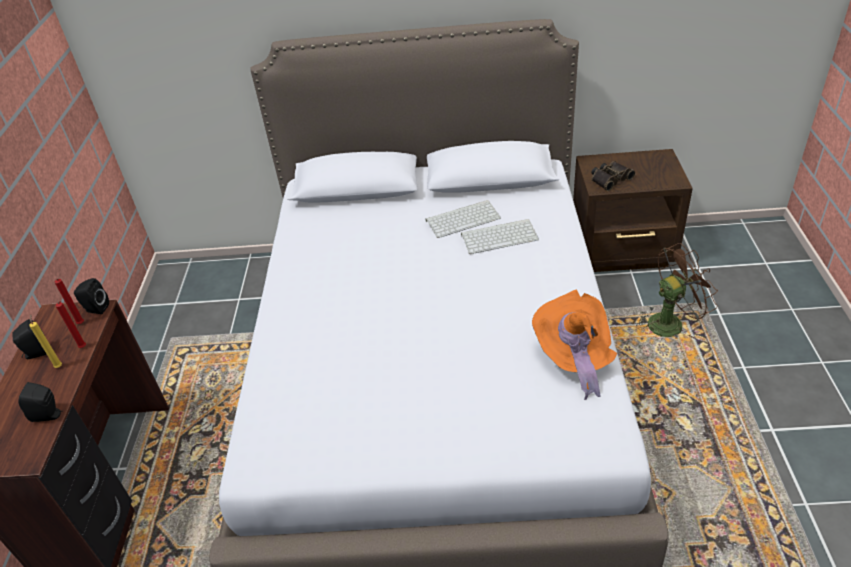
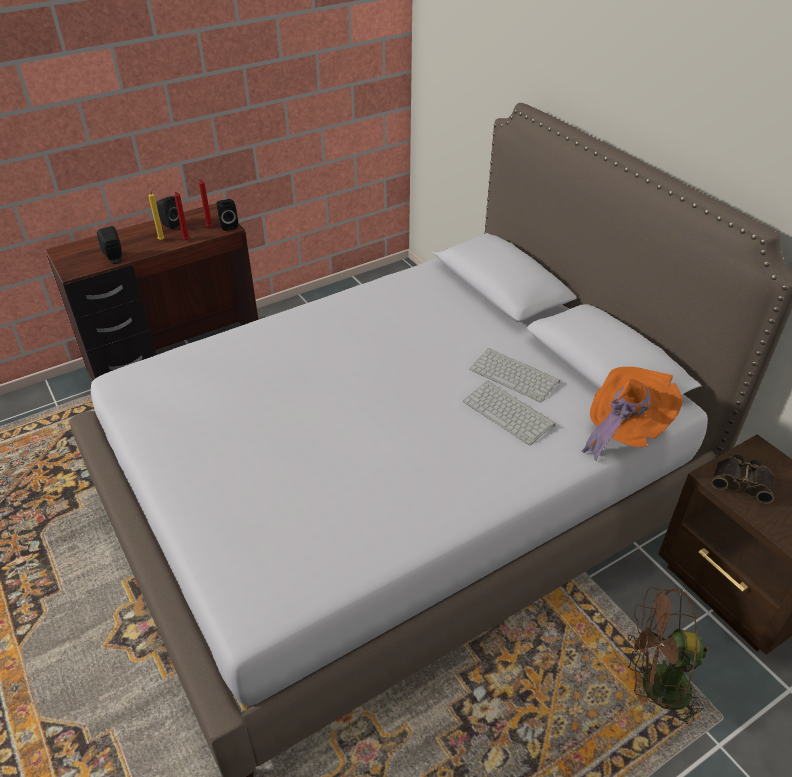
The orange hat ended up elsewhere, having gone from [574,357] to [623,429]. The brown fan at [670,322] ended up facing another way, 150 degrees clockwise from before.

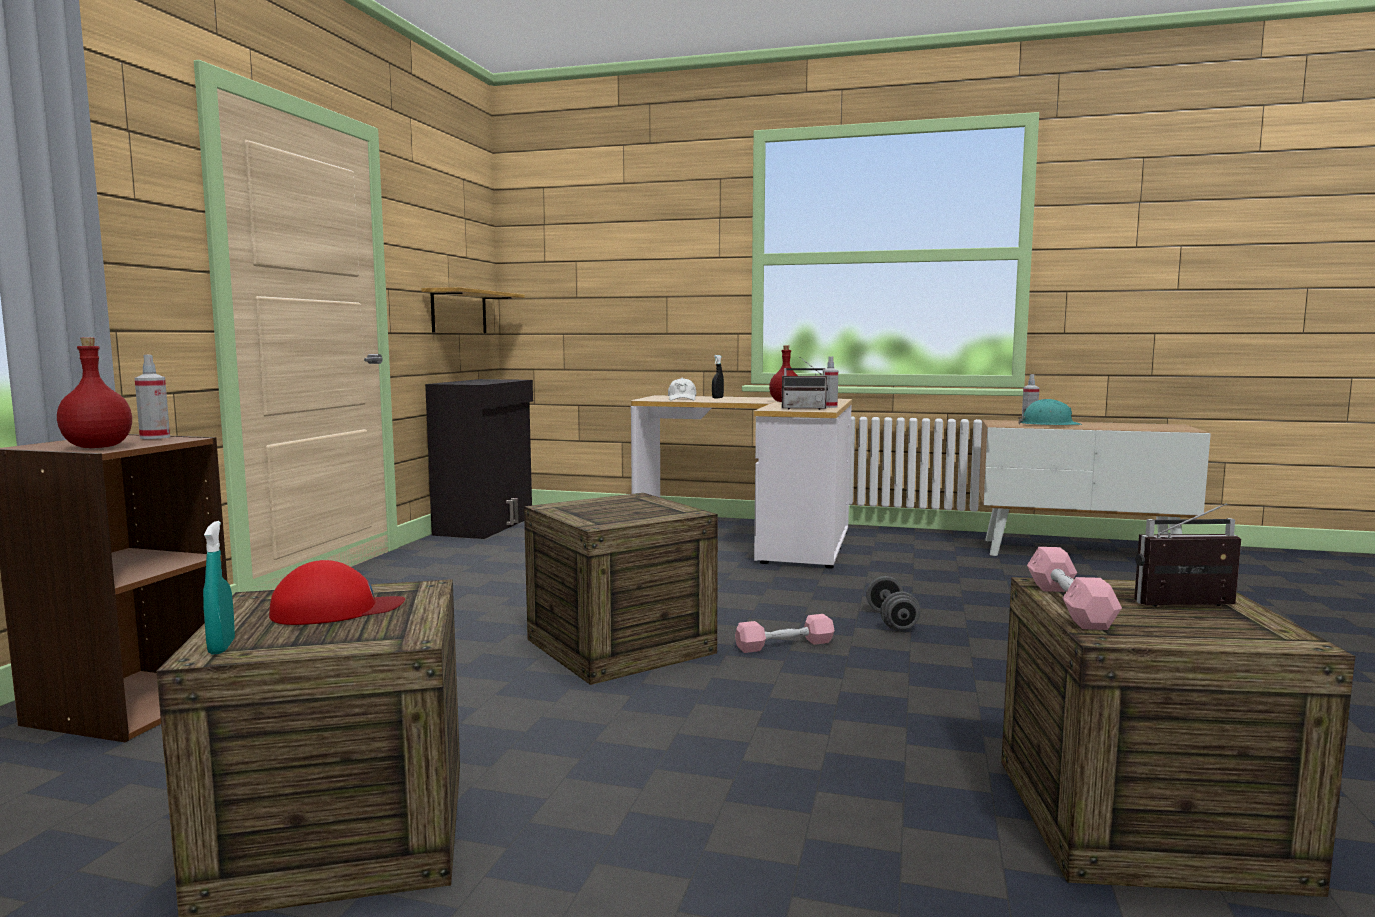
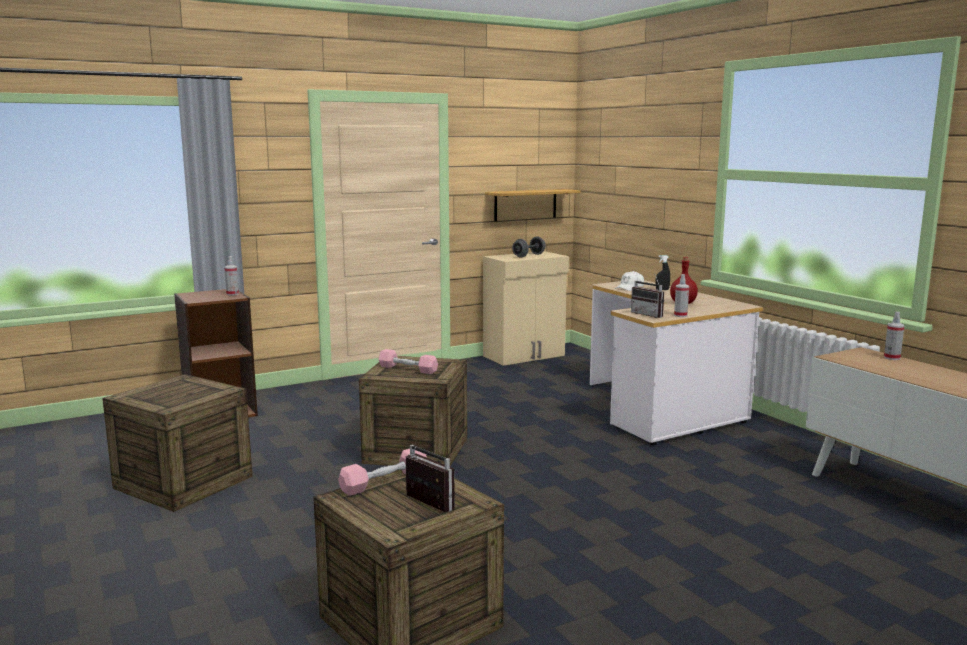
The second view lost the red bottle at [97,447]. The second view lost the turquoise spray bottle at [221,647]. The second view lost the red cap at [336,610]. What was the black cabinet at [486,525] turned into the beige cabinet at [525,356]. The pink dumbbell ended up elsewhere, having gone from [784,645] to [407,369]. The grey dumbbell ended up elsewhere, having gone from [891,620] to [529,255]. The second view lost the turquoise hard hat at [1049,425].

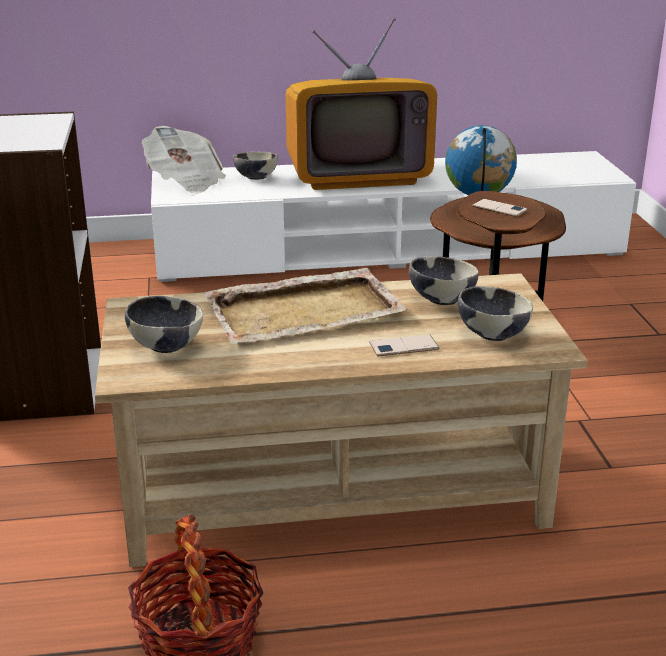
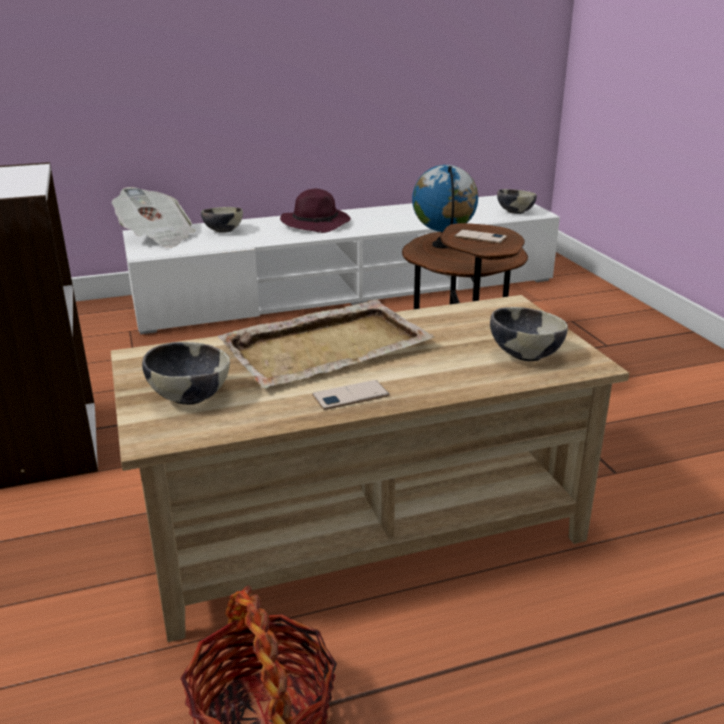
Where the television stood at [357,175], the purple hat came to stand at [316,223]. The phone ended up elsewhere, having gone from [404,346] to [350,395]. The bowl ended up elsewhere, having gone from [441,300] to [514,212].

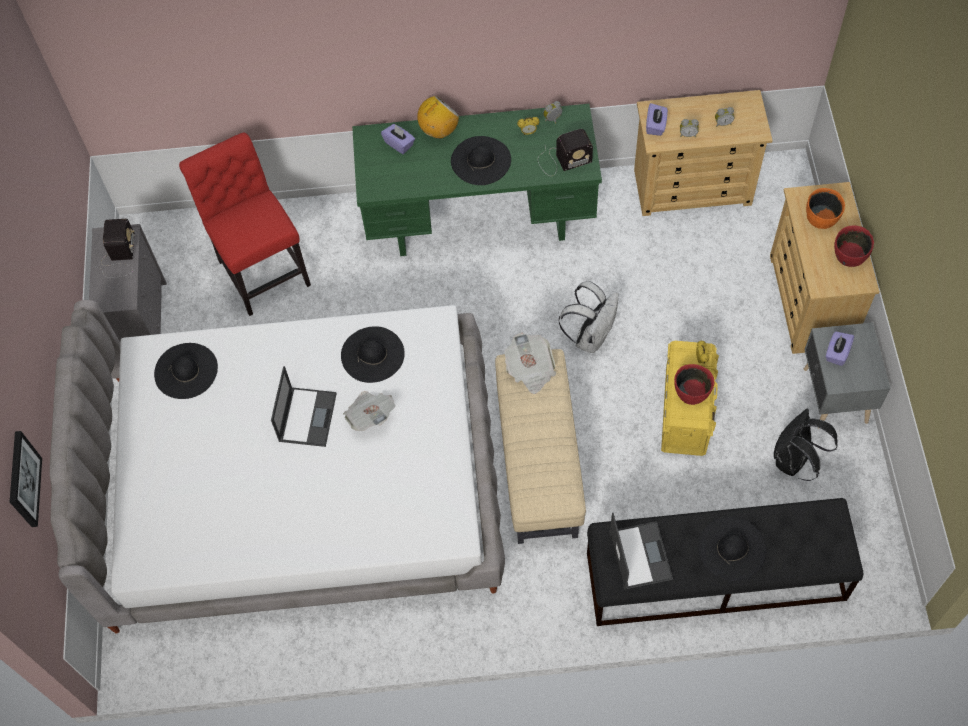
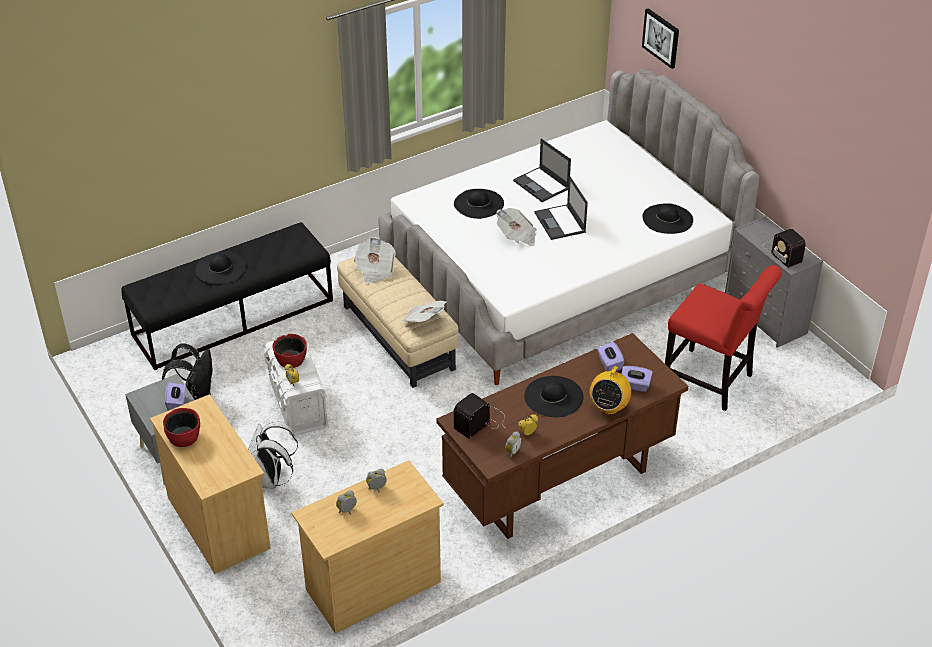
The black hat ended up elsewhere, having gone from [372,354] to [478,203]. What was the green desk at [480,219] turned into the brown desk at [558,484]. The white backpack ended up elsewhere, having gone from [591,336] to [271,479]. The laptop ended up elsewhere, having gone from [639,555] to [542,185]. The purple tissue box ended up elsewhere, having gone from [656,126] to [609,364]. What was the yellow storage box at [685,411] turned into the white storage box at [298,404]. The second view lost the orange bowl at [822,217]. The second view gained the newspaper at [375,270].

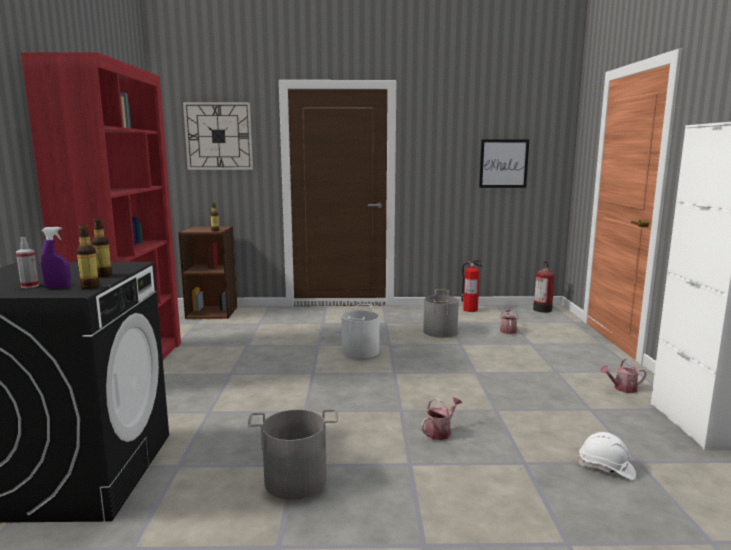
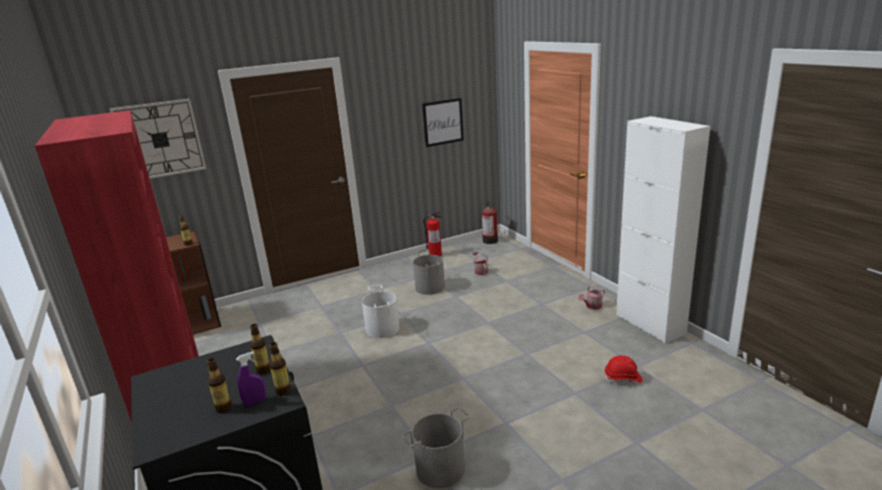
Where the spray bottle stood at [30,286], the bottle came to stand at [224,408]. The second view lost the watering can at [440,432]. What was the white hard hat at [606,468] turned into the red hard hat at [623,378].

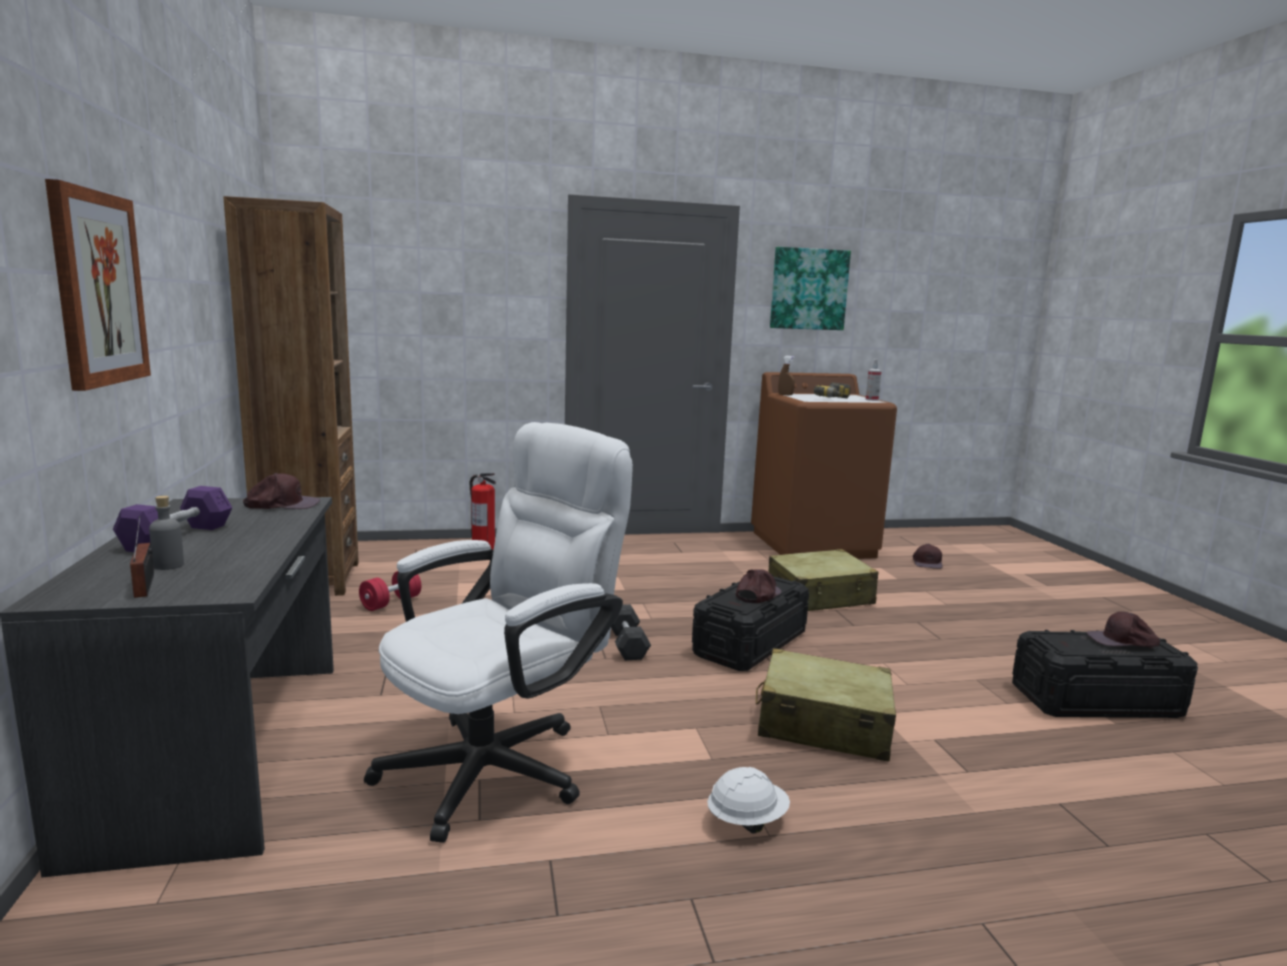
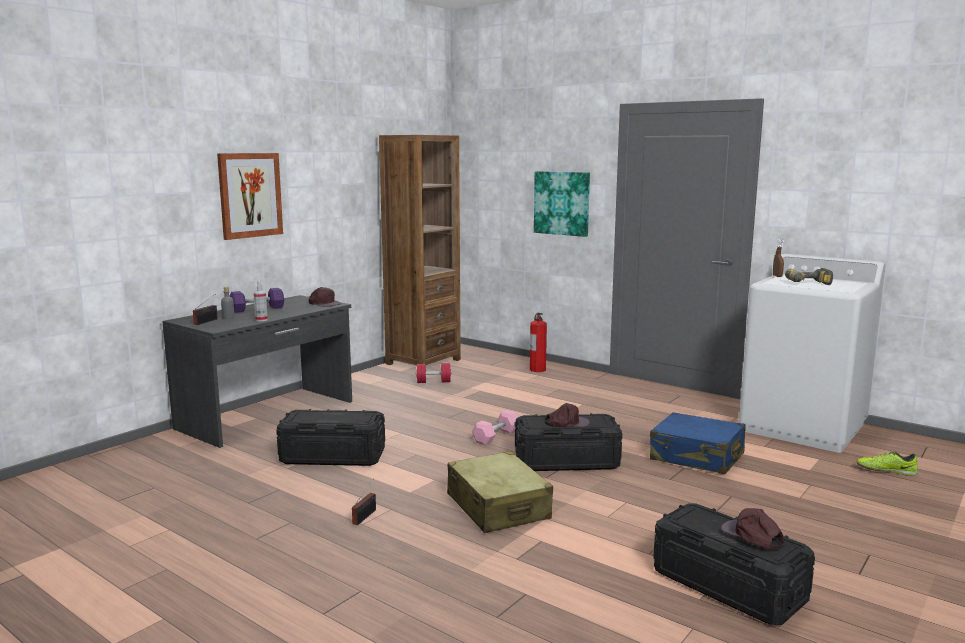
Where the white office chair stood at [502,763], the black storage box came to stand at [333,456]. What was the grey dumbbell at [627,644] turned into the pink dumbbell at [496,436]. Where the white hard hat stood at [746,821], the radio came to stand at [366,516]. What was the brown washing machine at [813,544] turned into the white washing machine at [803,427]. What was the beige suitcase at [820,596] turned into the blue suitcase at [697,457]. The picture ended up elsewhere, having gone from [808,289] to [562,203]. The spray bottle ended up elsewhere, having gone from [871,400] to [261,320]. Where the brown cap stood at [927,562], the shoe came to stand at [885,471].

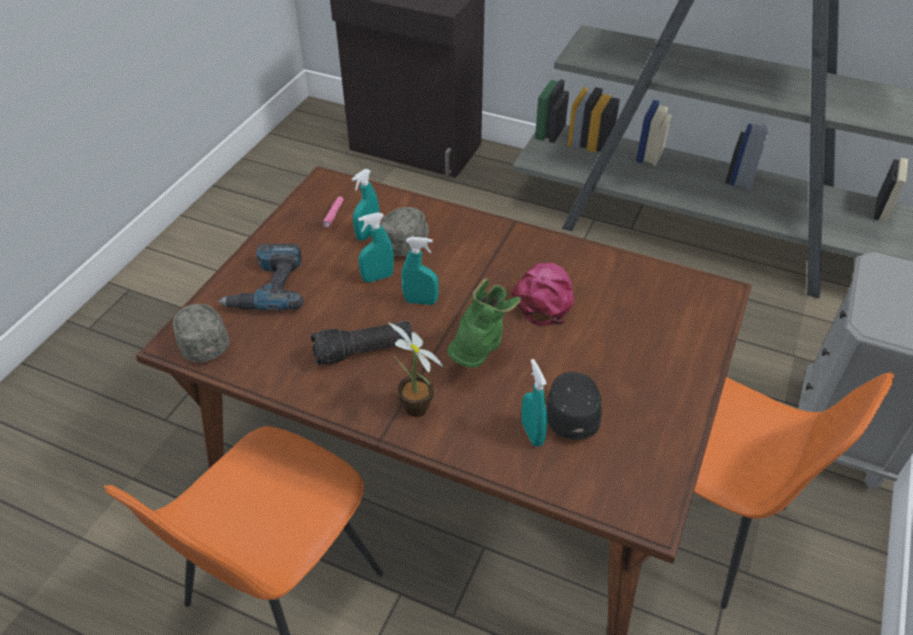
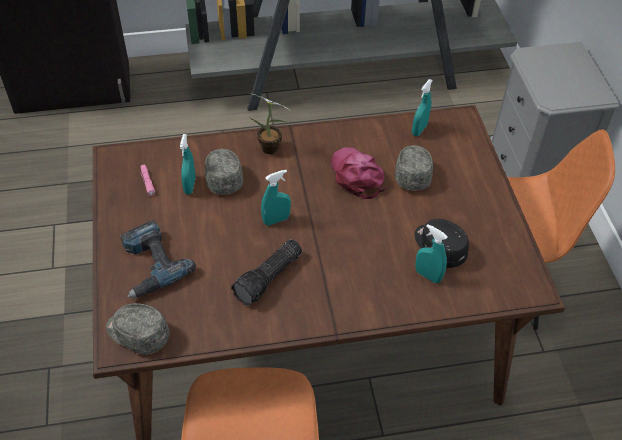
The turquoise spray bottle ended up elsewhere, having gone from [377,277] to [419,130]. The potted plant ended up elsewhere, having gone from [417,411] to [272,150]. The second view lost the green boot at [479,351]. The second view gained the grey cap at [412,173].

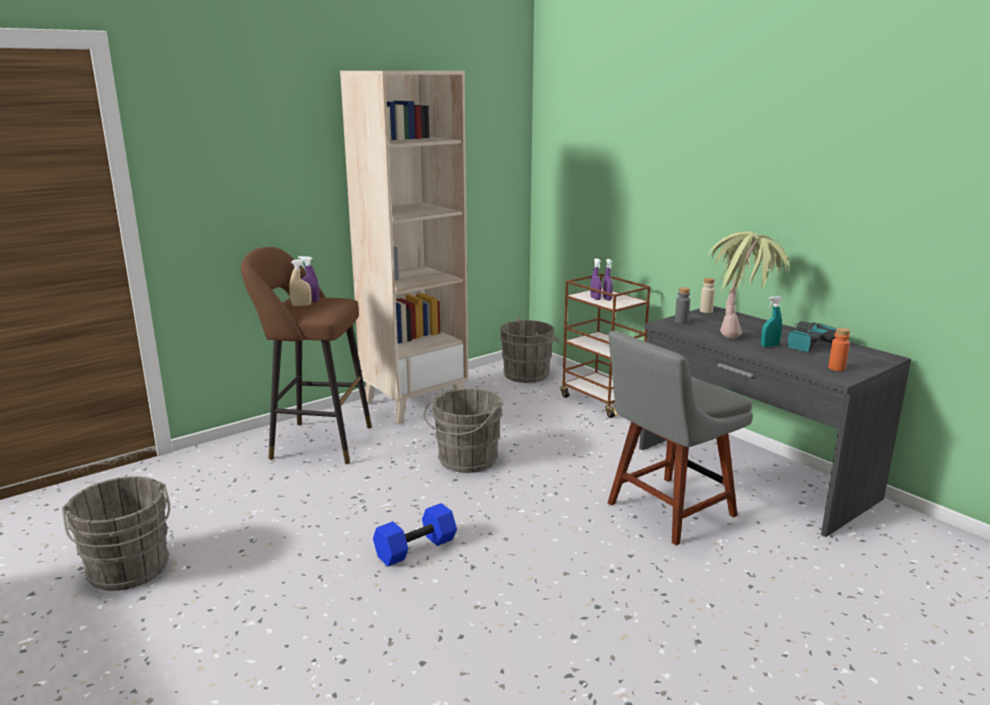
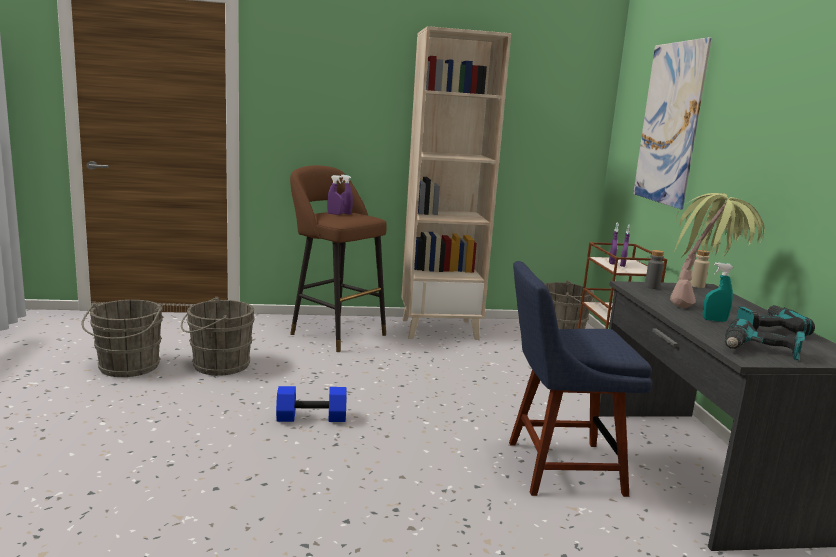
What was the beige spray bottle at [301,305] turned into the purple spray bottle at [334,214]. The grey bucket ended up elsewhere, having gone from [465,461] to [217,365]. What was the grey chair at [666,511] turned into the blue chair at [558,467]. Where the orange bottle stood at [836,368], the power drill came to stand at [760,351]. The second view gained the picture at [669,123].

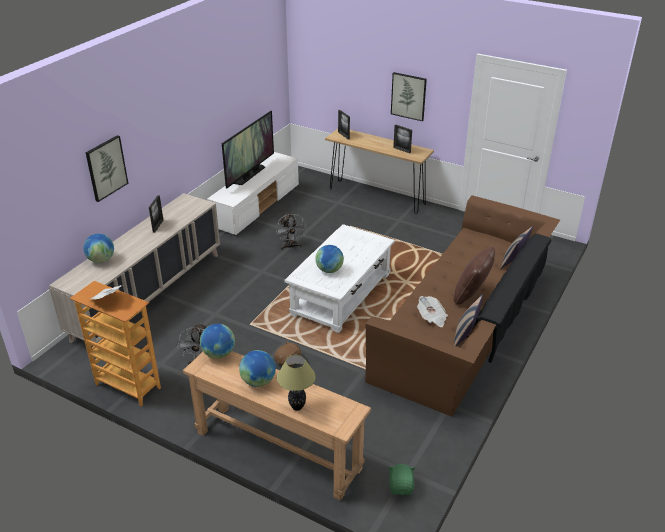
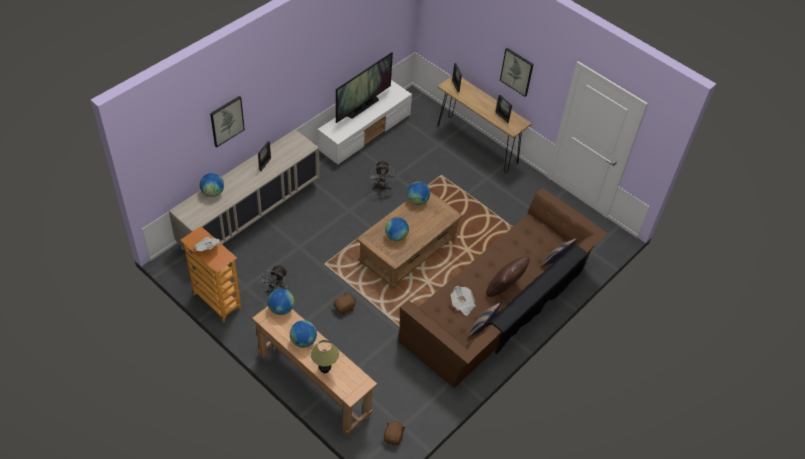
What was the white coffee table at [341,295] turned into the brown coffee table at [407,250]. What was the green plush toy at [401,487] turned into the brown plush toy at [393,437]. The second view gained the globe at [417,200].

